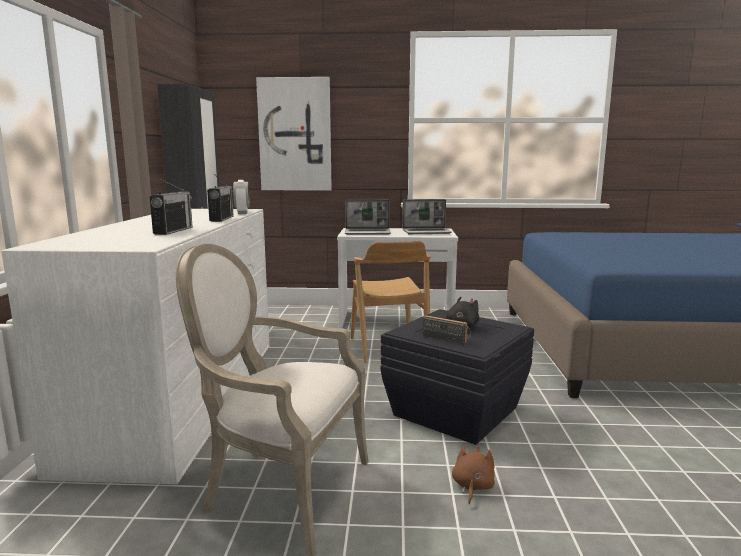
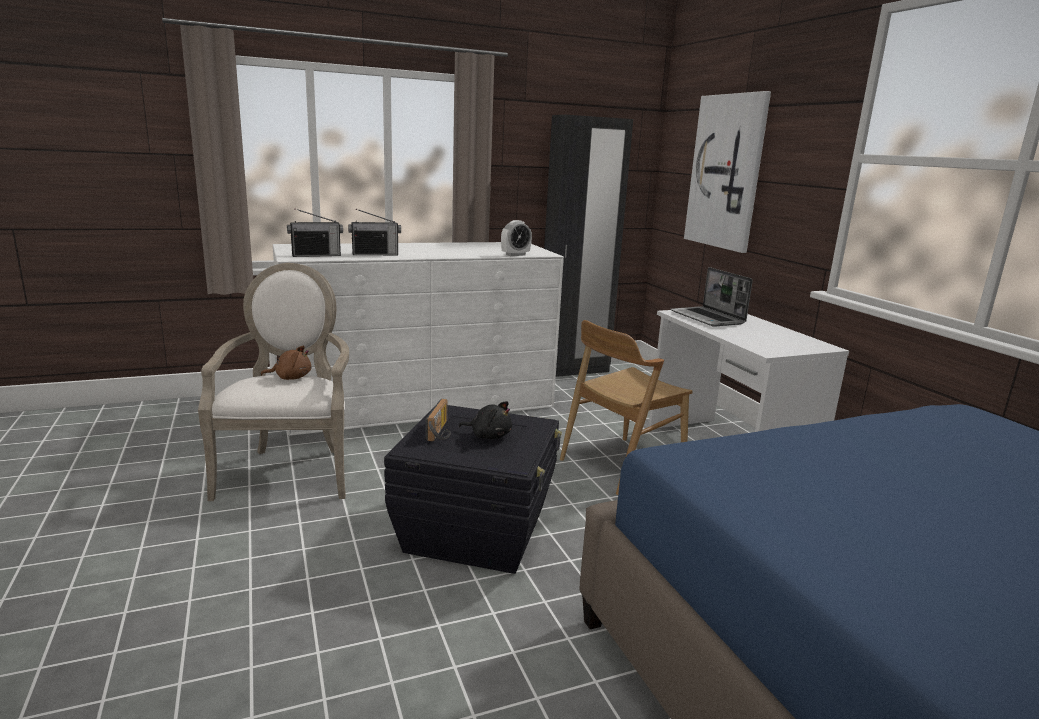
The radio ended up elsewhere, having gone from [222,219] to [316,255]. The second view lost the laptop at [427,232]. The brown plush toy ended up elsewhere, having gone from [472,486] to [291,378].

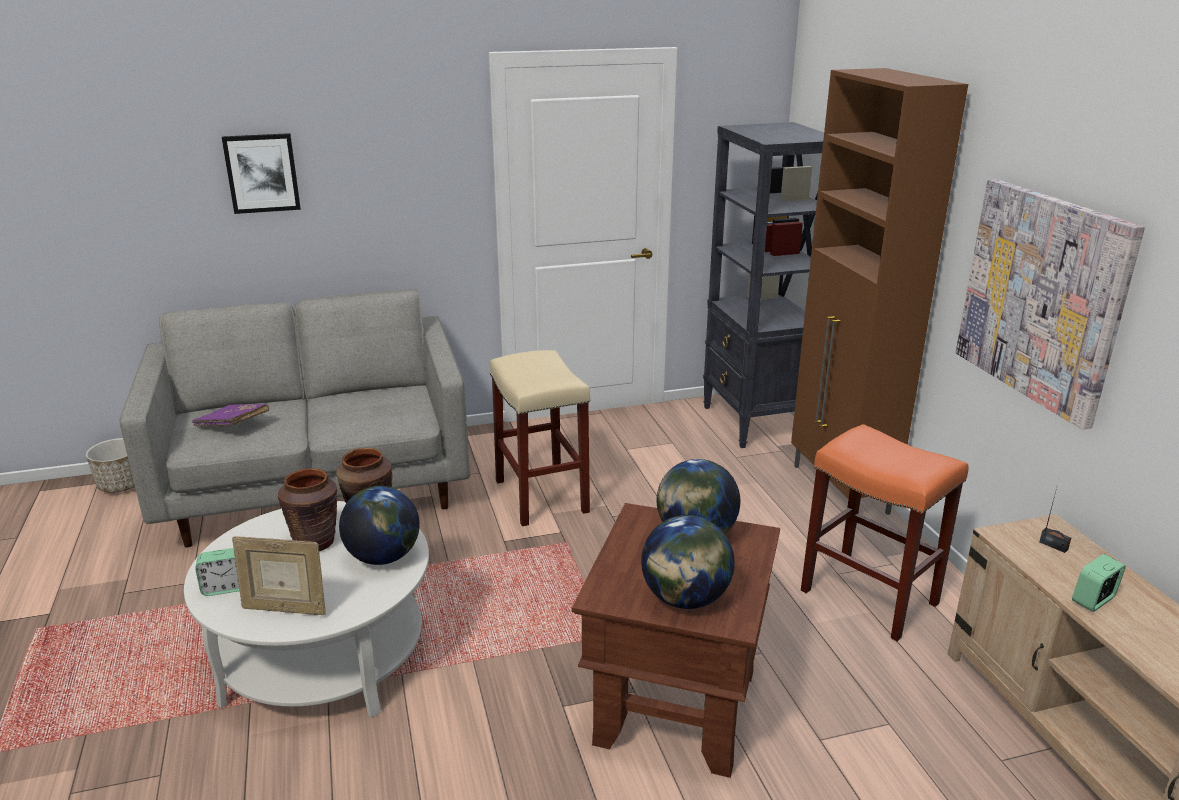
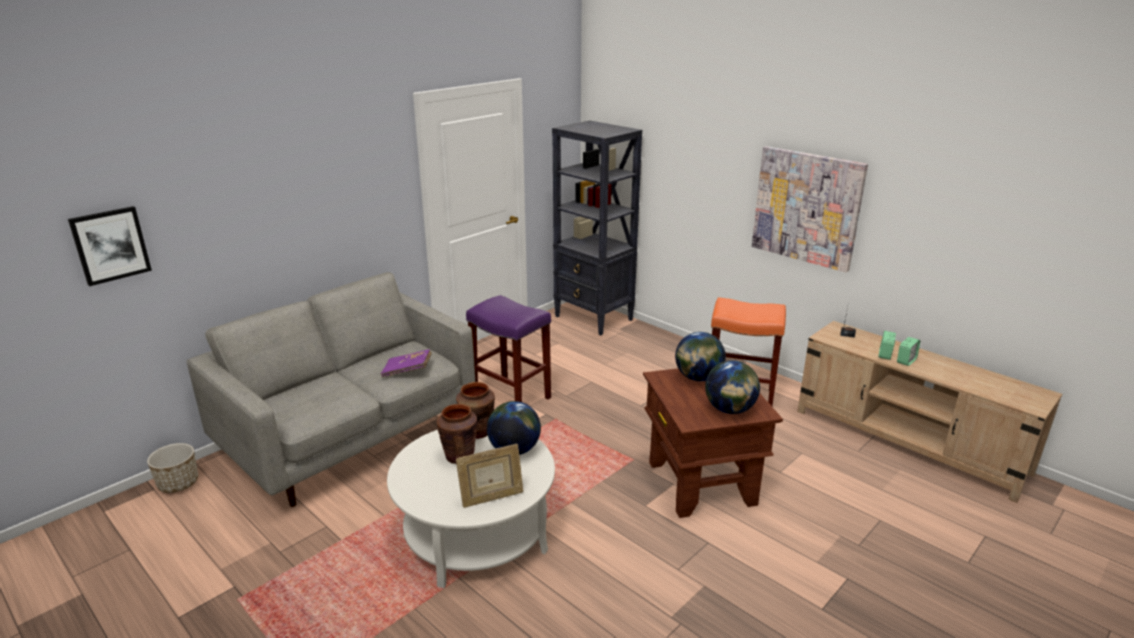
The purple book ended up elsewhere, having gone from [232,426] to [407,371]. The alarm clock ended up elsewhere, having gone from [225,588] to [906,361]. The picture ended up elsewhere, having gone from [262,173] to [110,245]. What was the beige stool at [542,497] turned into the purple stool at [512,397]. The second view lost the brown cabinet at [840,490].

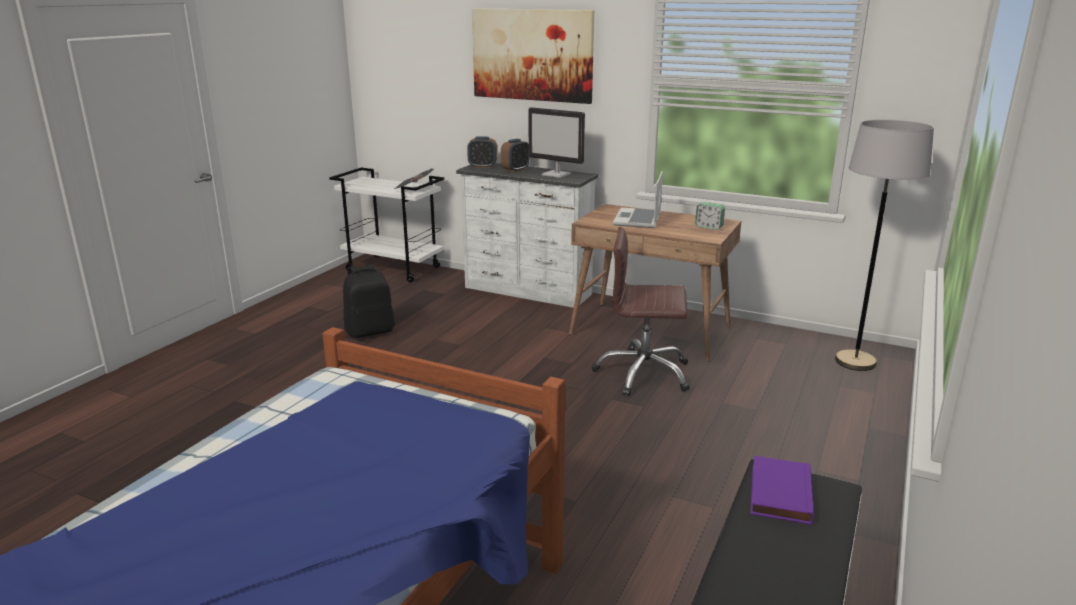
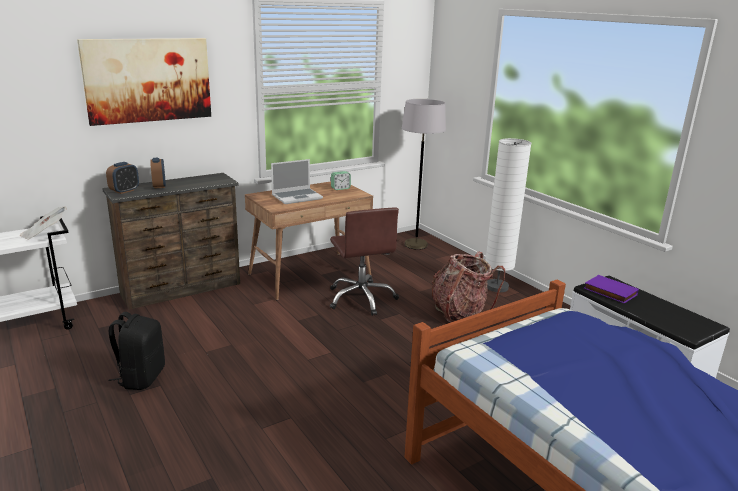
What was the white dresser at [527,291] turned into the brown dresser at [182,289]. The second view lost the monitor at [556,175]. The brown office chair at [643,374] ended up facing another way, 60 degrees counterclockwise from before. The laptop at [638,220] ended up facing another way, 75 degrees counterclockwise from before. The second view gained the backpack at [460,312]. The second view gained the white floor lamp at [497,287].

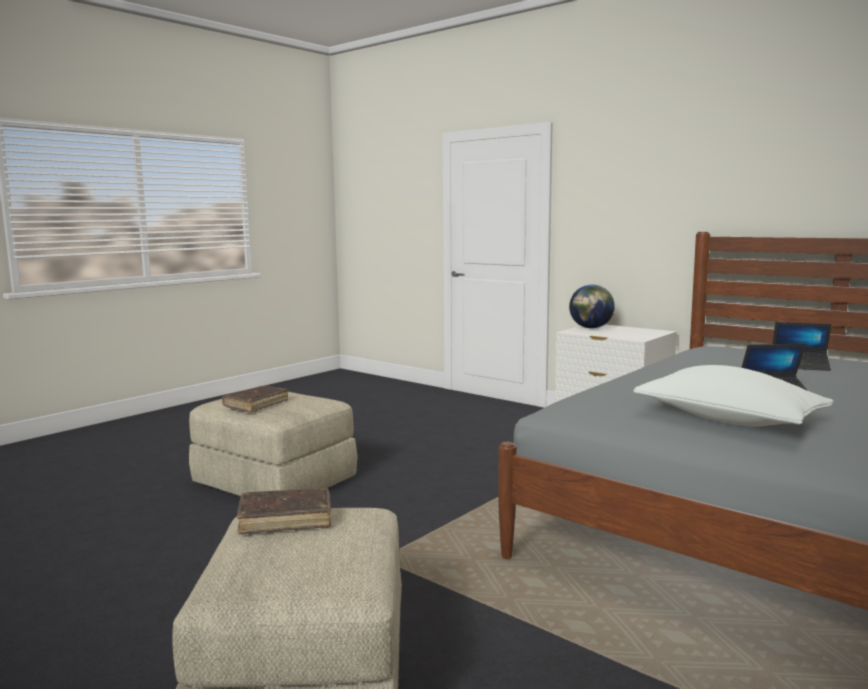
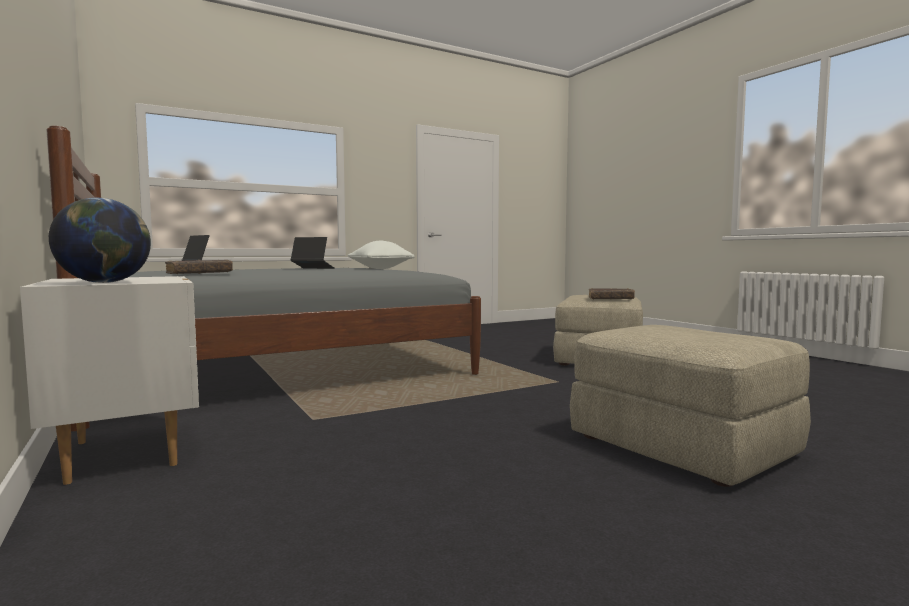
The brown book ended up elsewhere, having gone from [256,405] to [199,273].

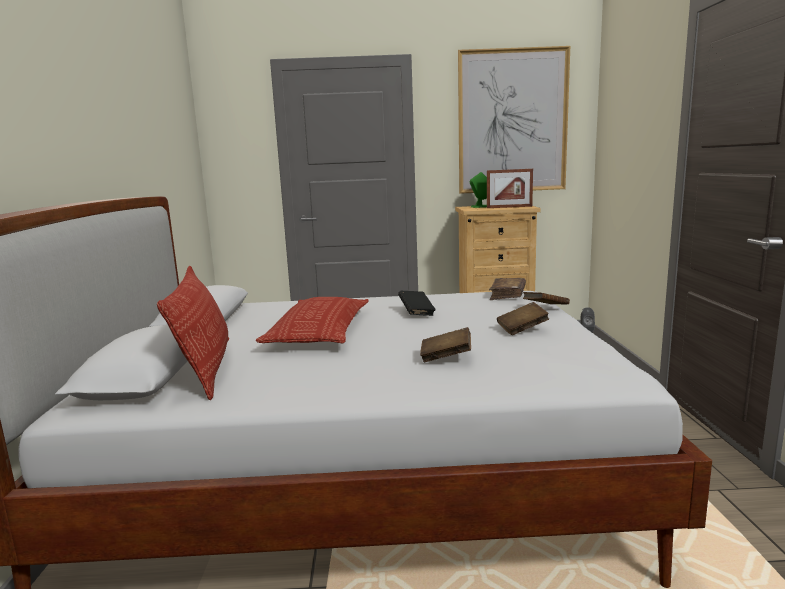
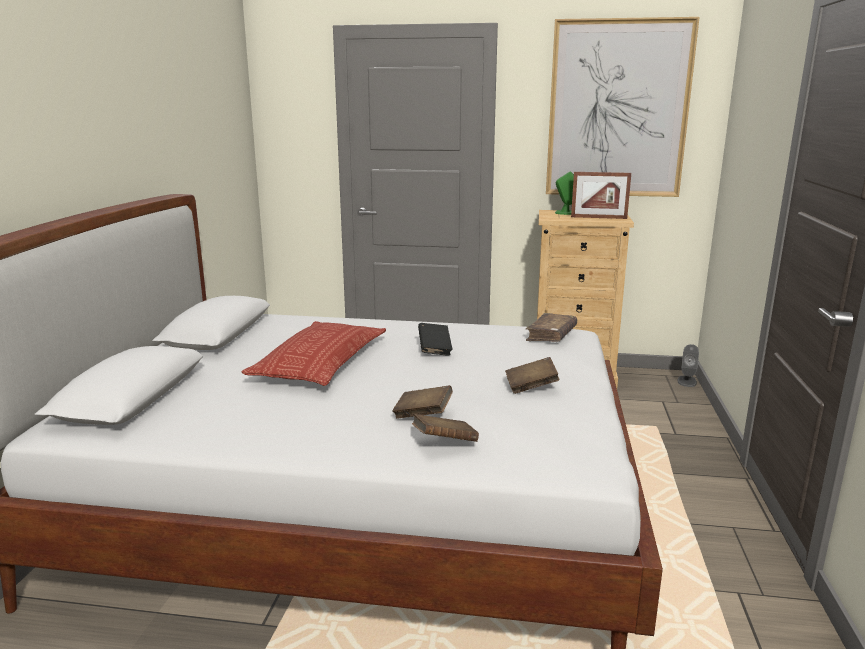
The second view lost the pillow at [206,367]. The brown book ended up elsewhere, having gone from [545,308] to [444,442].

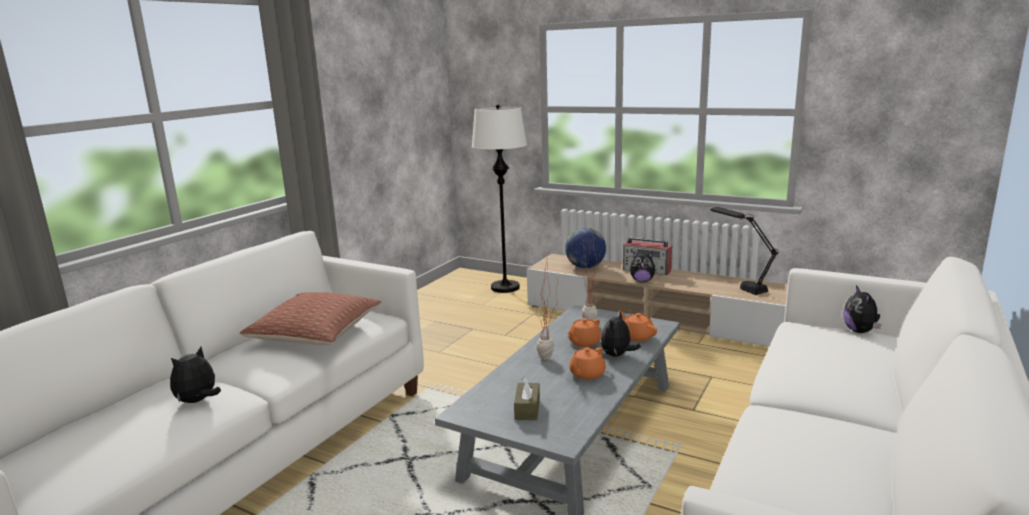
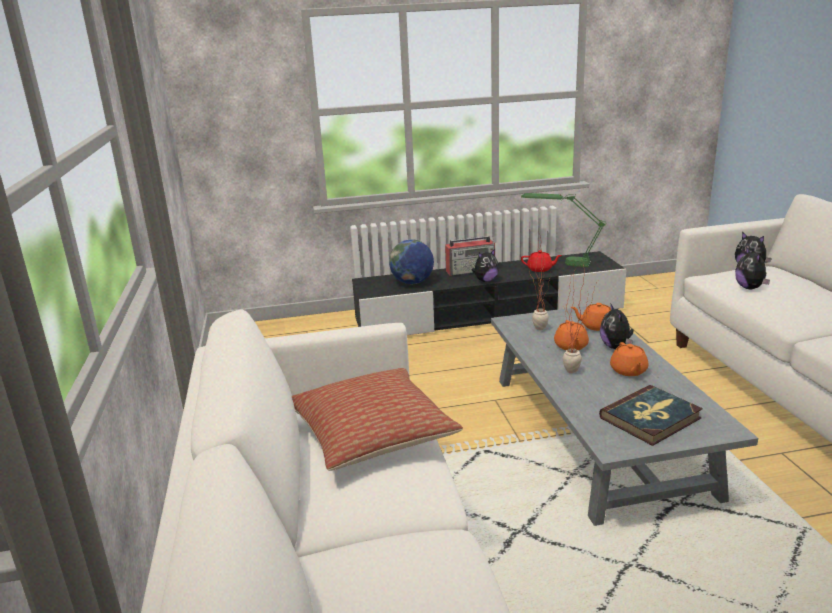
The plush toy ended up elsewhere, having gone from [198,401] to [750,288]. The second view lost the white floor lamp at [505,287]. Where the brown tissue box stood at [527,409], the book came to stand at [650,418]. What was the beige tv stand at [655,317] turned into the black tv stand at [489,314]. What was the black table lamp at [739,284] turned into the green table lamp at [561,262]. The second view gained the red teapot at [540,269].

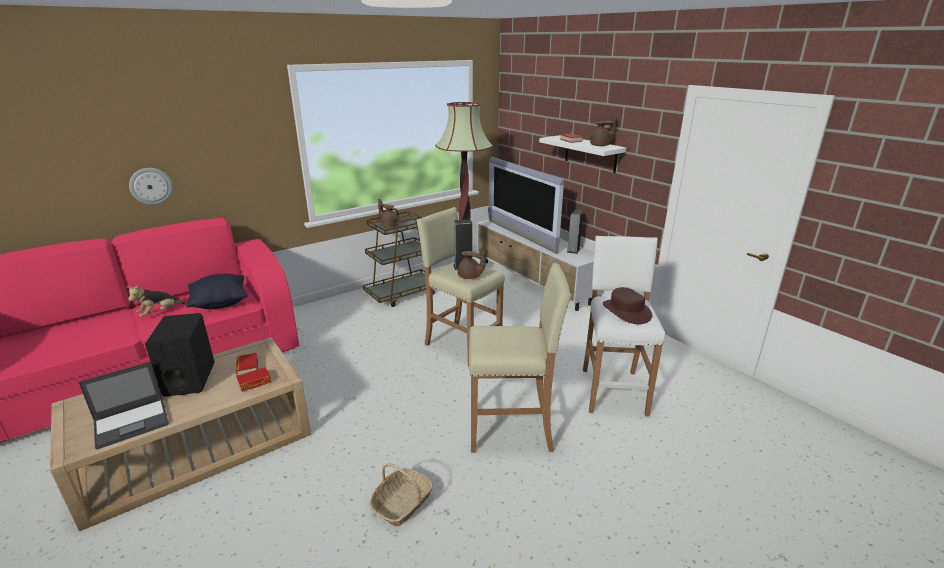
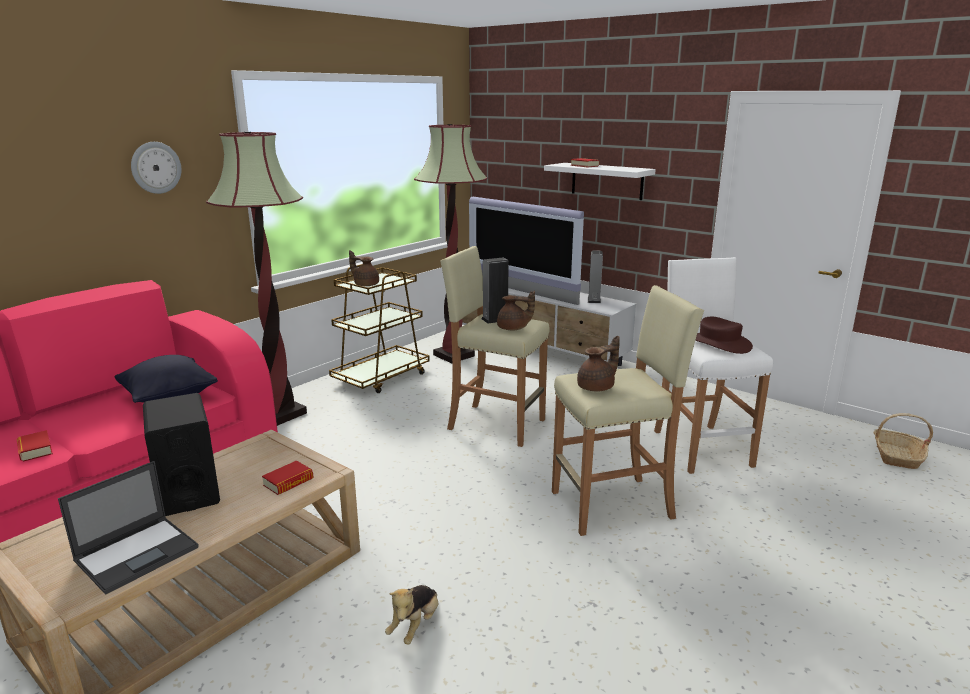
The plush toy ended up elsewhere, having gone from [159,313] to [415,626]. The wall clock ended up elsewhere, having gone from [151,186] to [155,167]. The book ended up elsewhere, having gone from [247,367] to [35,450]. The basket ended up elsewhere, having gone from [402,504] to [897,456]. The brown teapot ended up elsewhere, having gone from [601,145] to [597,387]. The second view gained the floor lamp at [281,414].

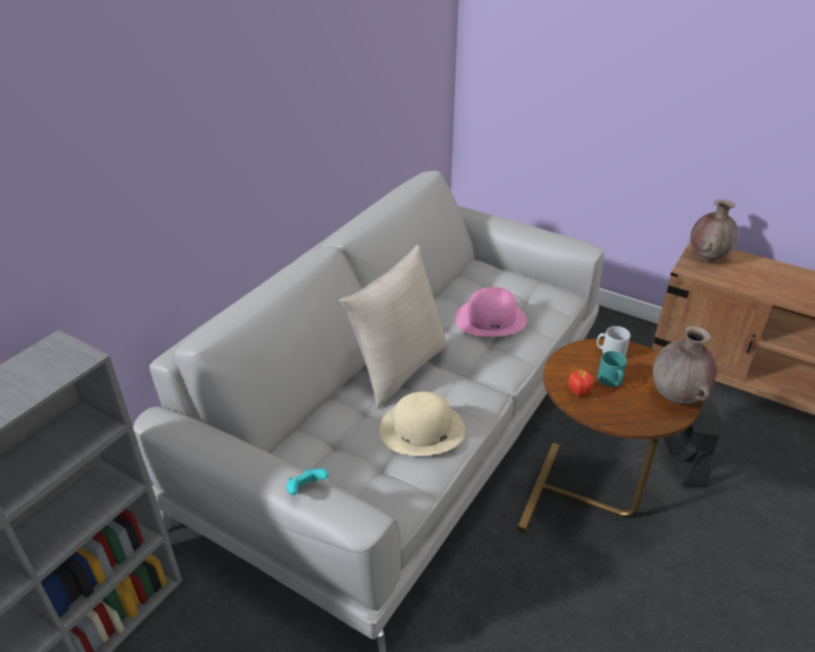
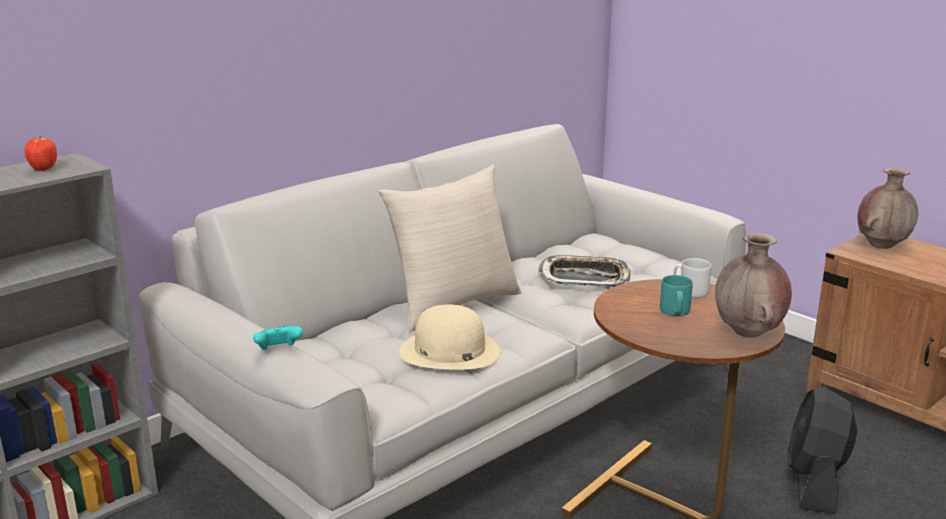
Where the pink hat stood at [491,318], the tray came to stand at [584,278]. The apple ended up elsewhere, having gone from [578,393] to [43,169].

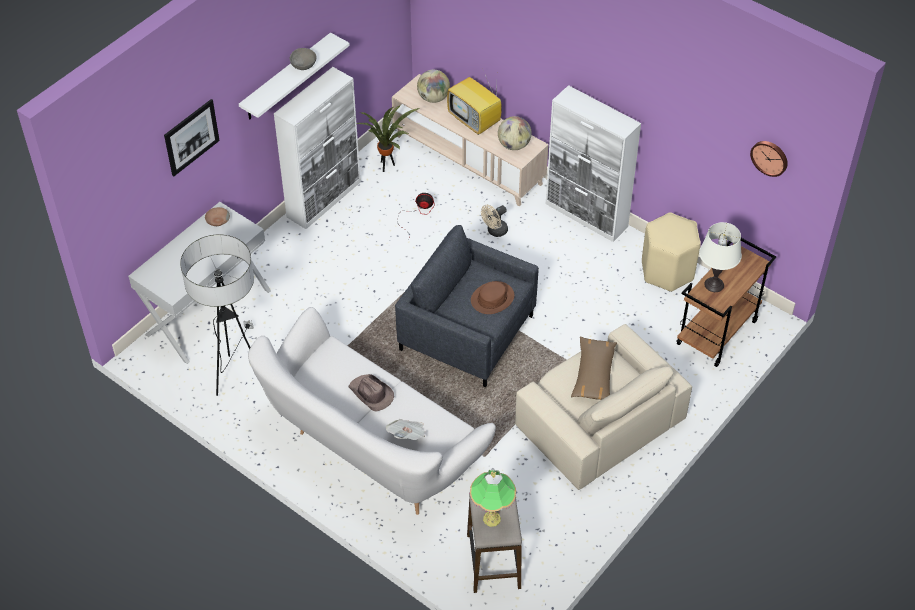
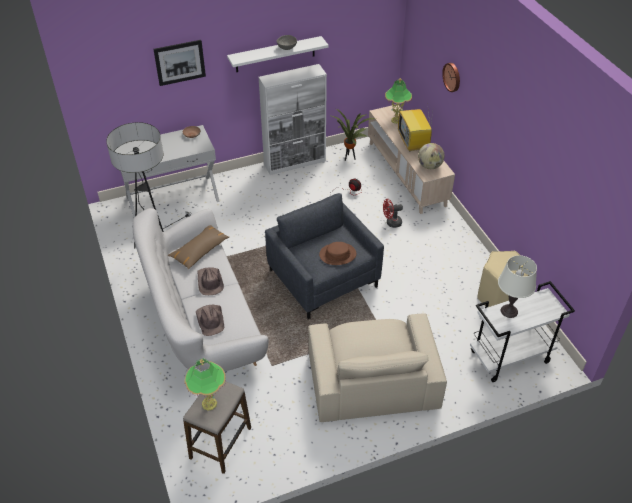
Where the newspaper stood at [407,435], the brown hat came to stand at [211,320]. Where the globe stood at [433,98], the table lamp came to stand at [396,120]. What was the beige fan at [495,231] turned into the red fan at [391,223]. The second view lost the white cabinet at [586,215]. The brown pillow ended up elsewhere, having gone from [594,374] to [200,251]. What was the brown cart at [717,333] turned into the white cart at [509,358]. The wall clock ended up elsewhere, having gone from [770,157] to [452,77].

